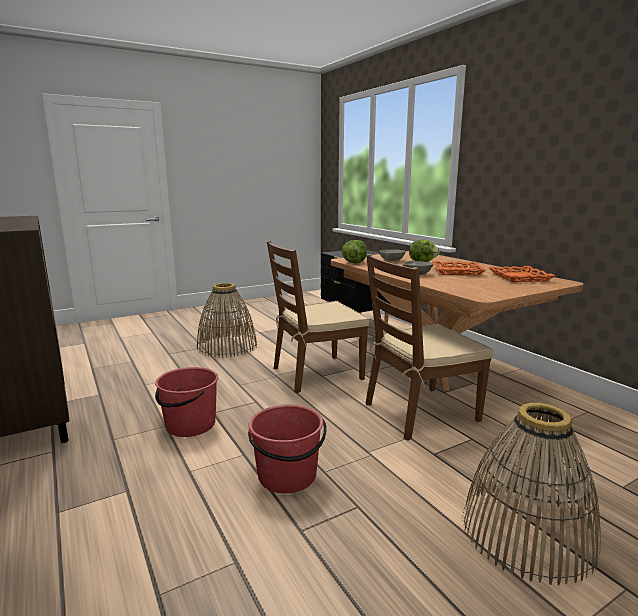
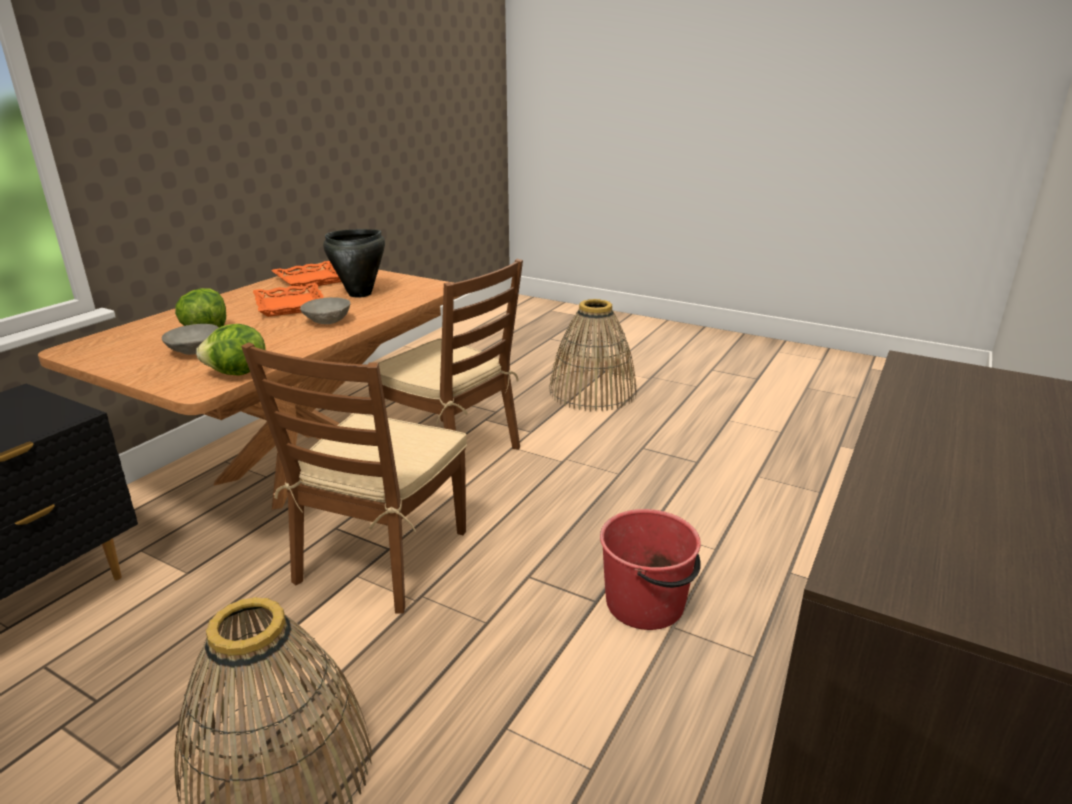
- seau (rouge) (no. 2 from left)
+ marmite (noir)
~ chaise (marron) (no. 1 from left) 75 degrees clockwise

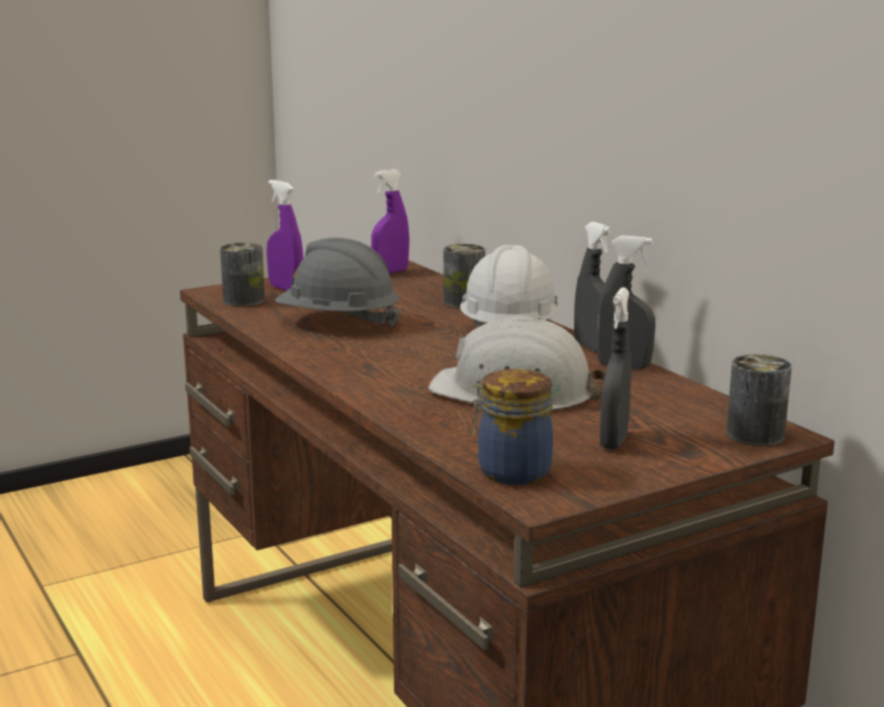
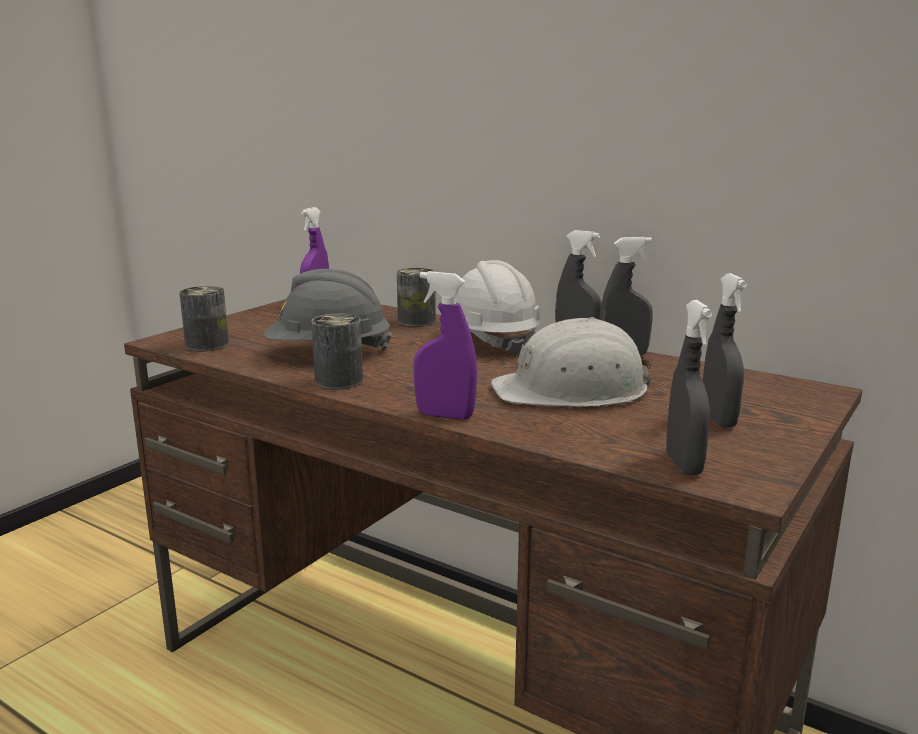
~ vaporisateur (violet) (no. 1 from left in the first image) to vaporisateur (violet) (no. 2 from left)
~ boîte métallique (no. 3 from left in the first image) to boîte métallique (no. 2 from left)
~ bocal to vaporisateur (gris) (no. 3 from left)

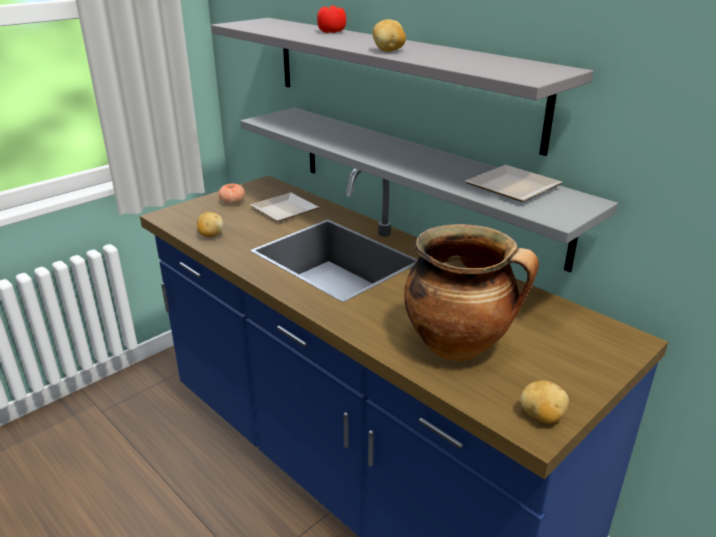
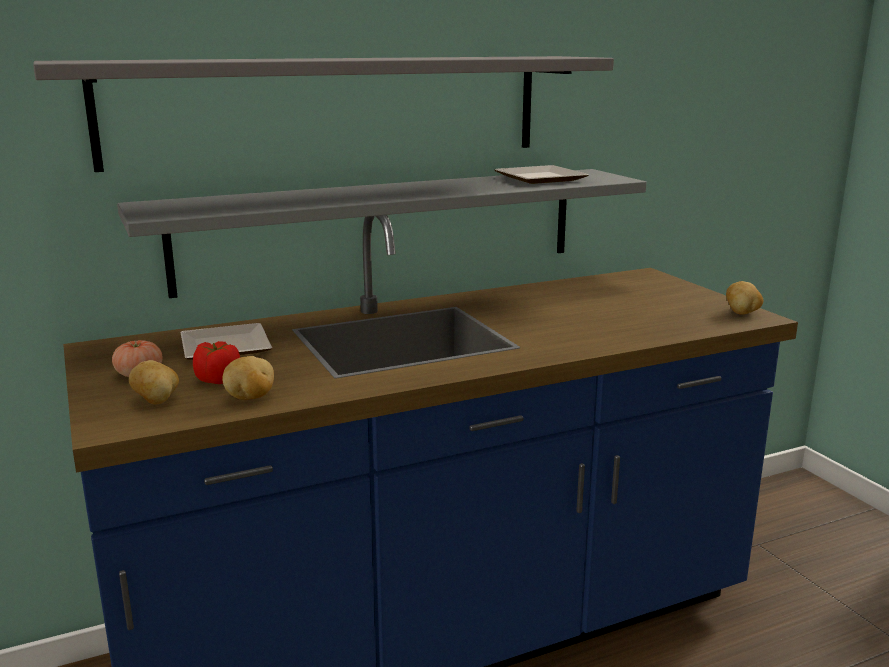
- marmite
~ tomate (no. 2 from left)
~ pomme de terre (no. 2 from left in the first image) to pomme de terre (no. 1 from left)

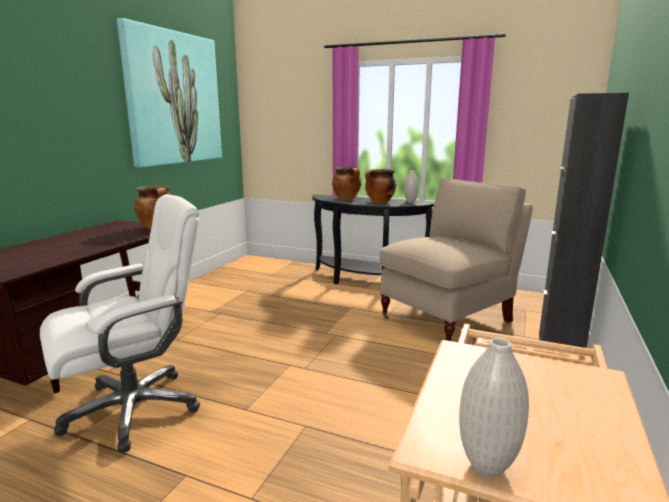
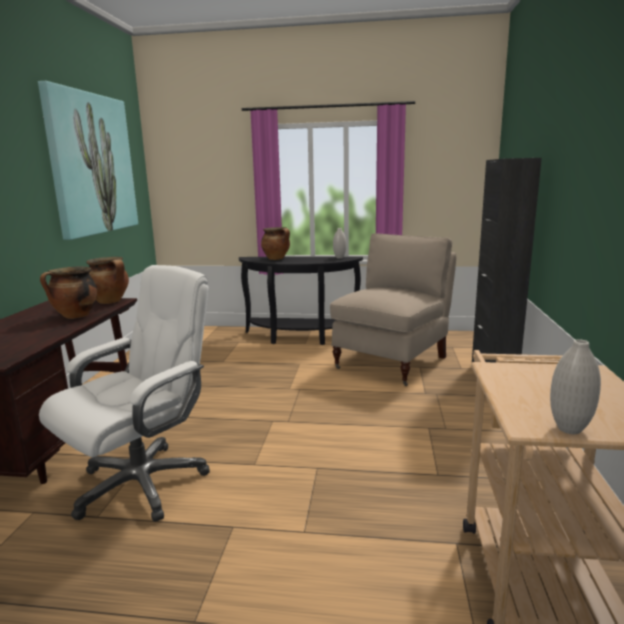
~ marmite (no. 3 from left in the first image) to marmite (no. 1 from left)

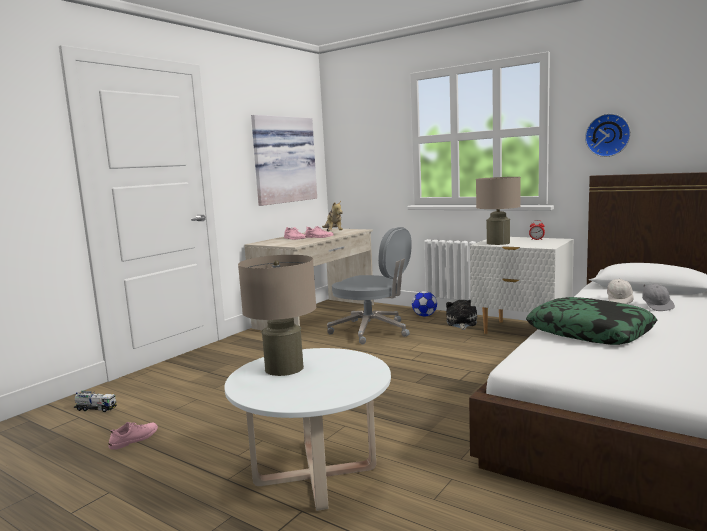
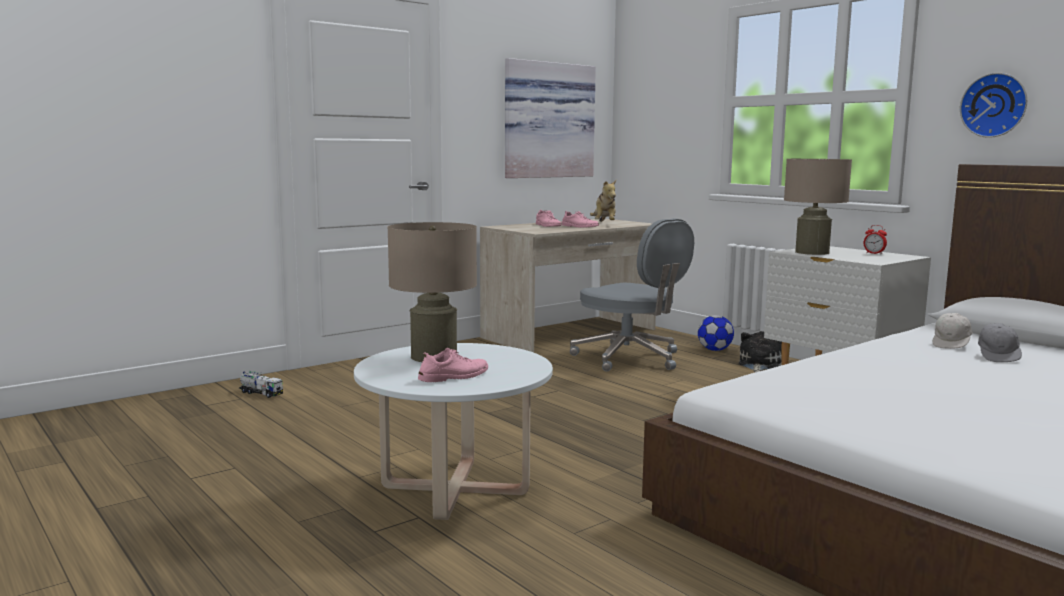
- coussin
~ chaussure (rose) (no. 1 from left)

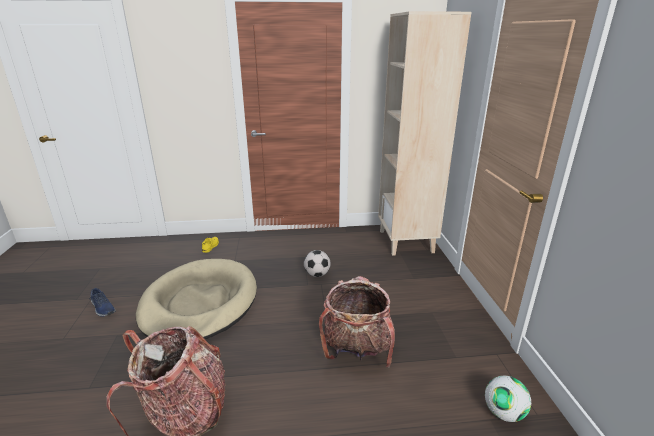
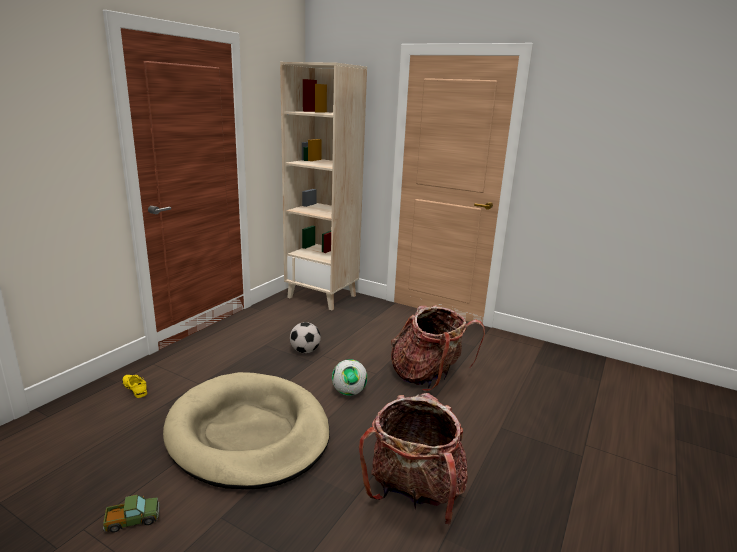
~ ballon de foot (no. 2 from left)
~ chaussure (bleu) to camion jouet

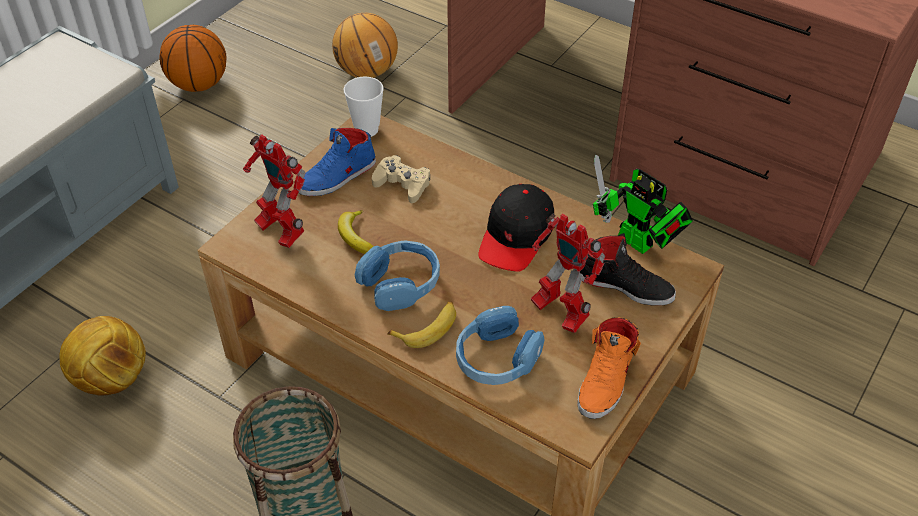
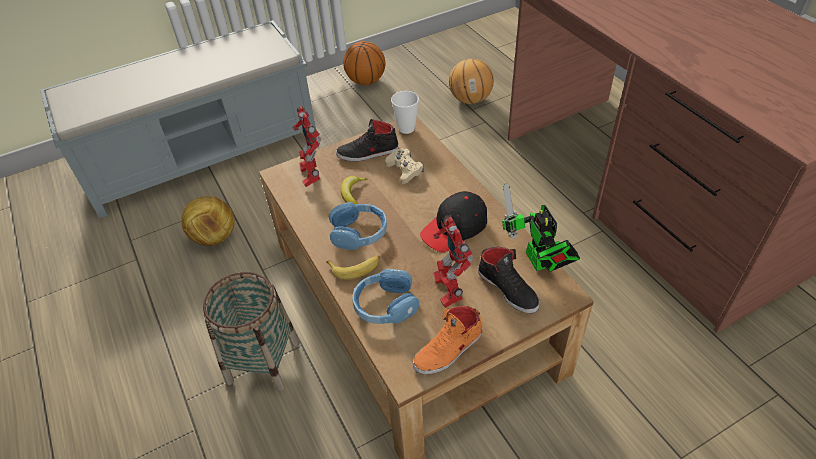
~ chaussure (bleu) to chaussure (noir) (no. 1 from left)

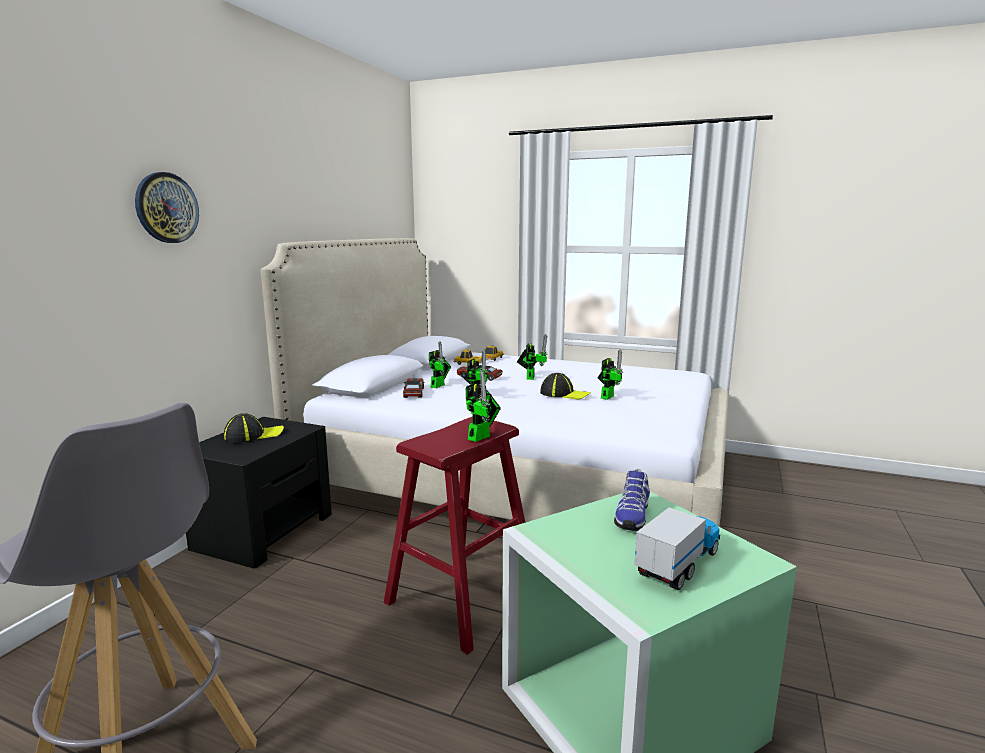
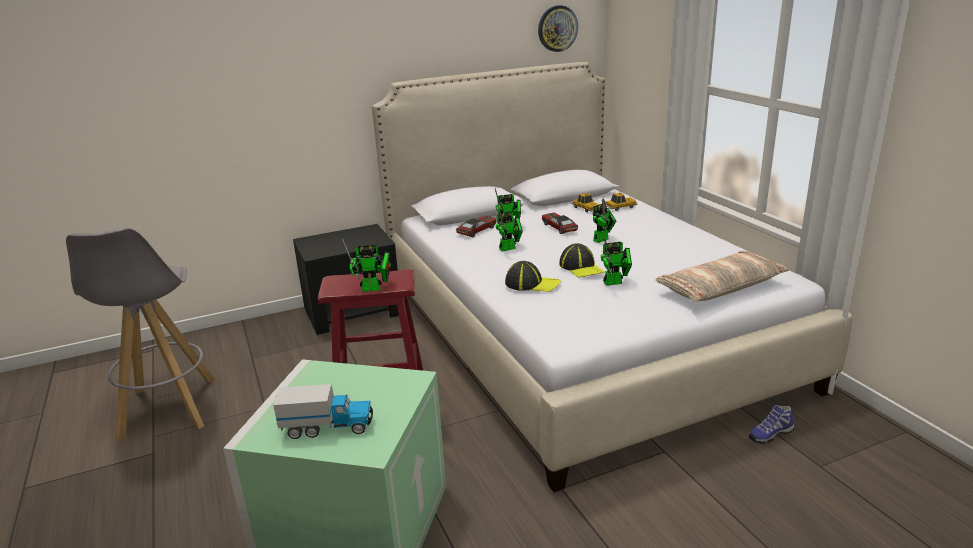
+ coussin
~ horloge murale
~ casquette (no. 1 from left)
~ chaussure

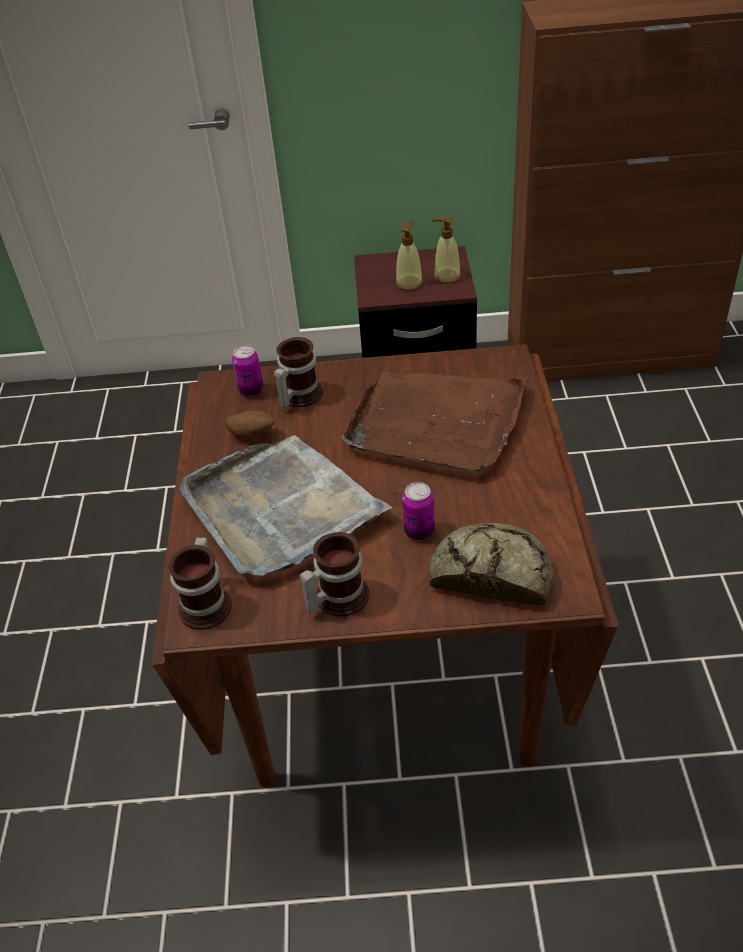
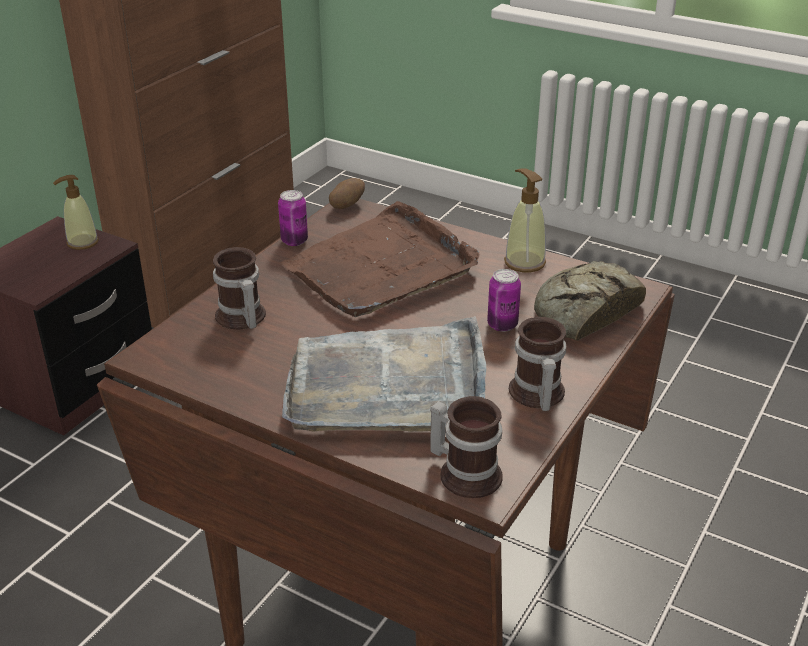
~ pomme de terre
~ boîte métallique (no. 1 from left)
~ distributeur de savon (no. 1 from left in the first image) to distributeur de savon (no. 2 from left)

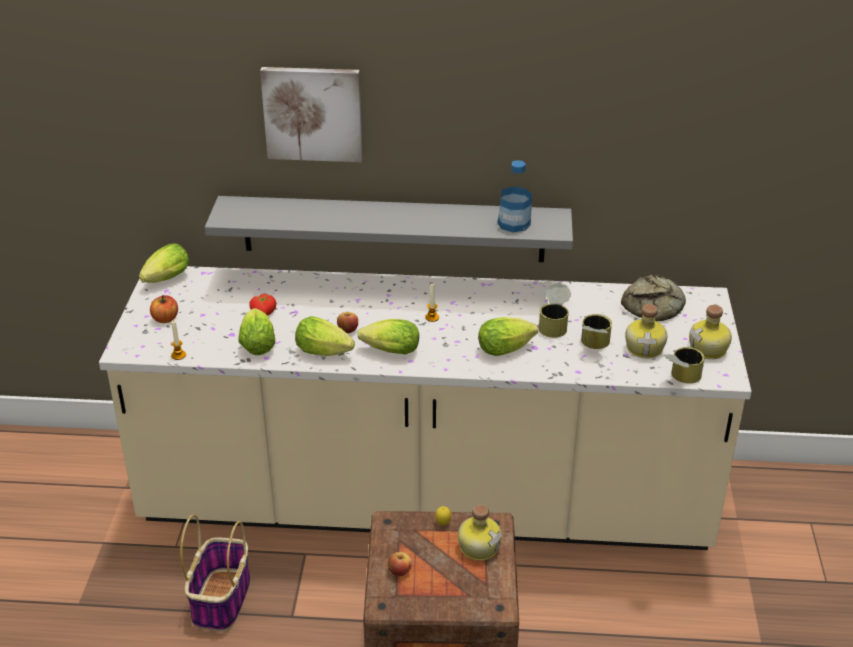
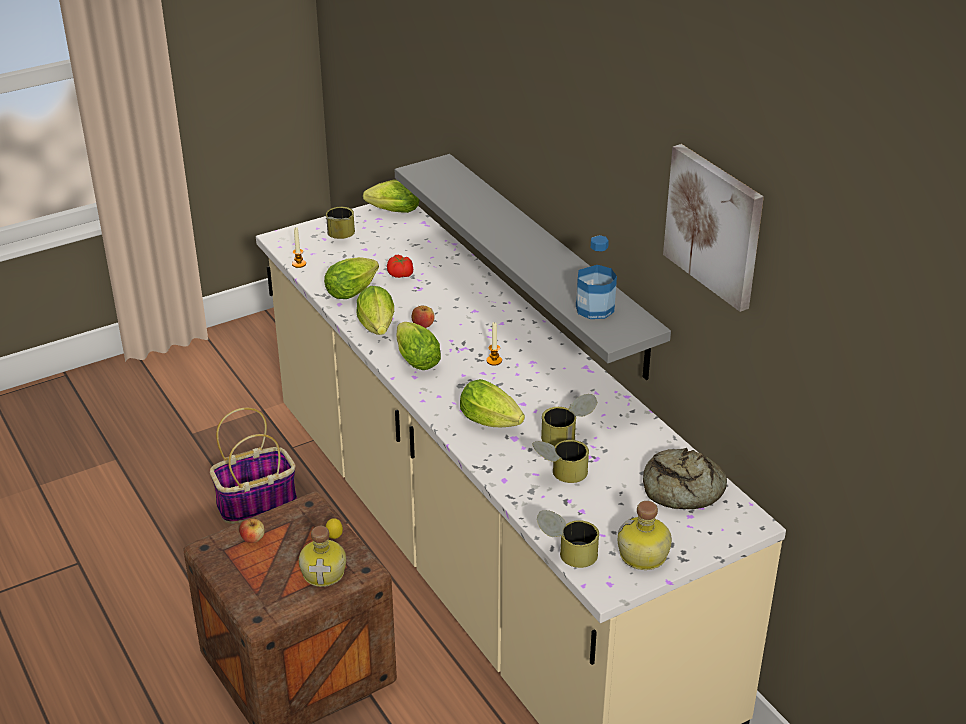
- bouteille (no. 3 from left)
~ tableau
~ pomme (no. 1 from left) to boîte métallique (no. 1 from left)

